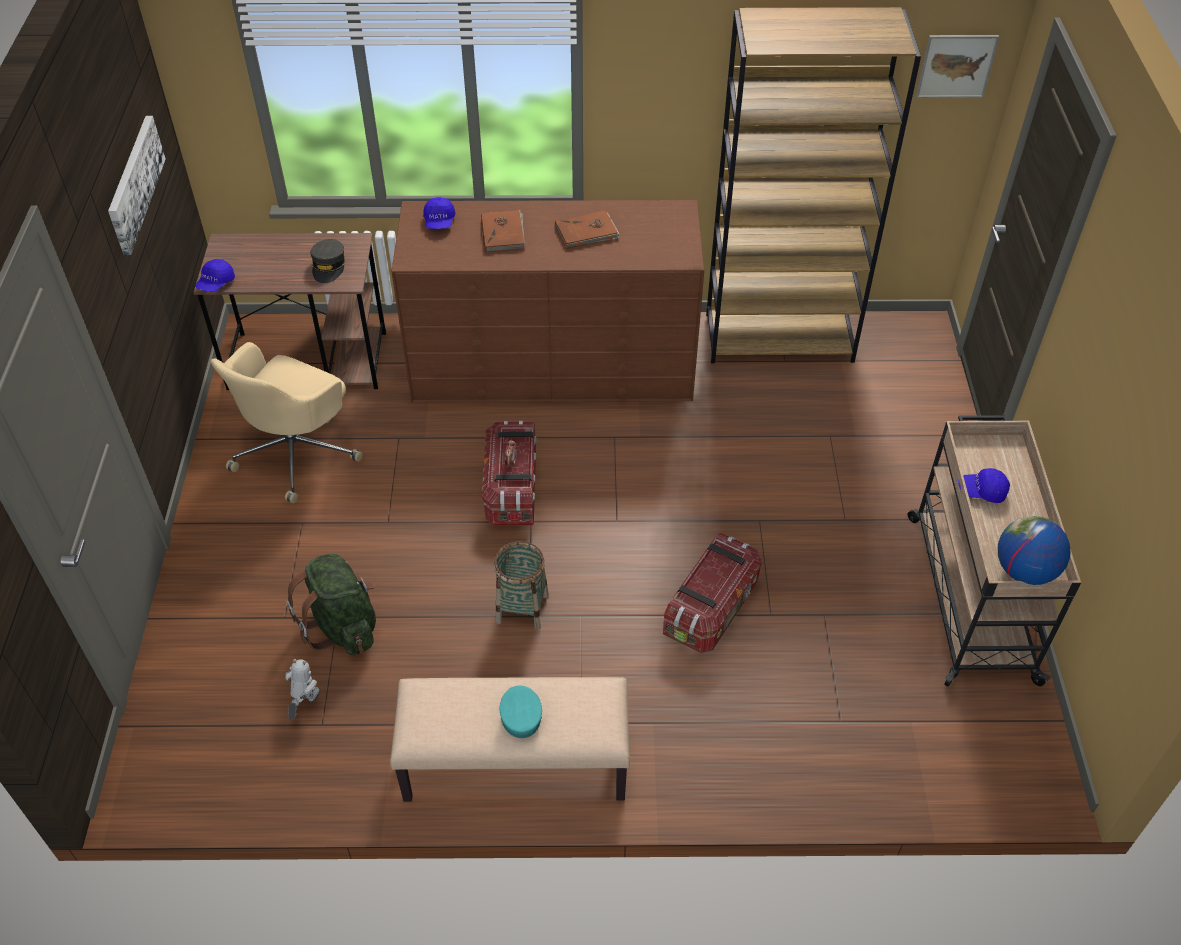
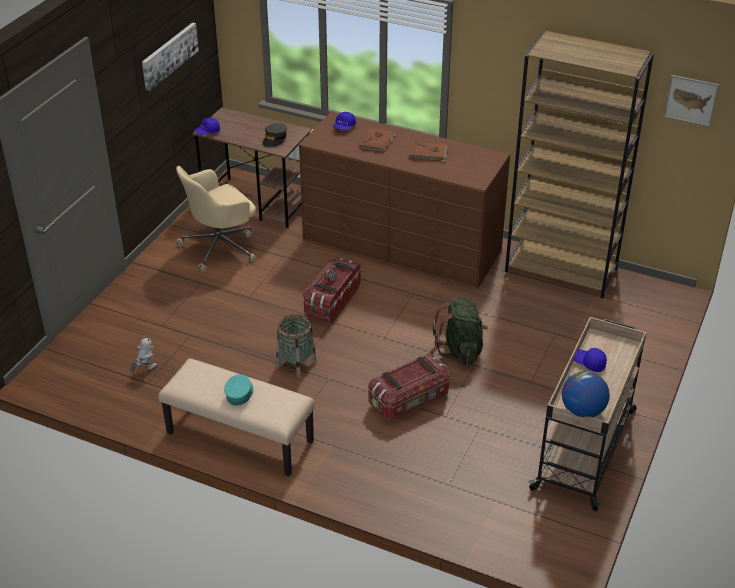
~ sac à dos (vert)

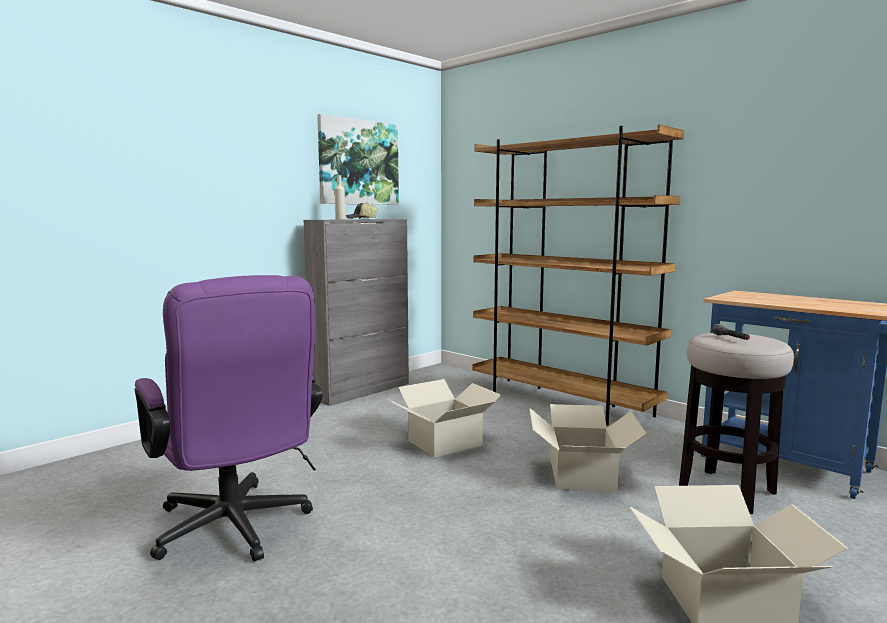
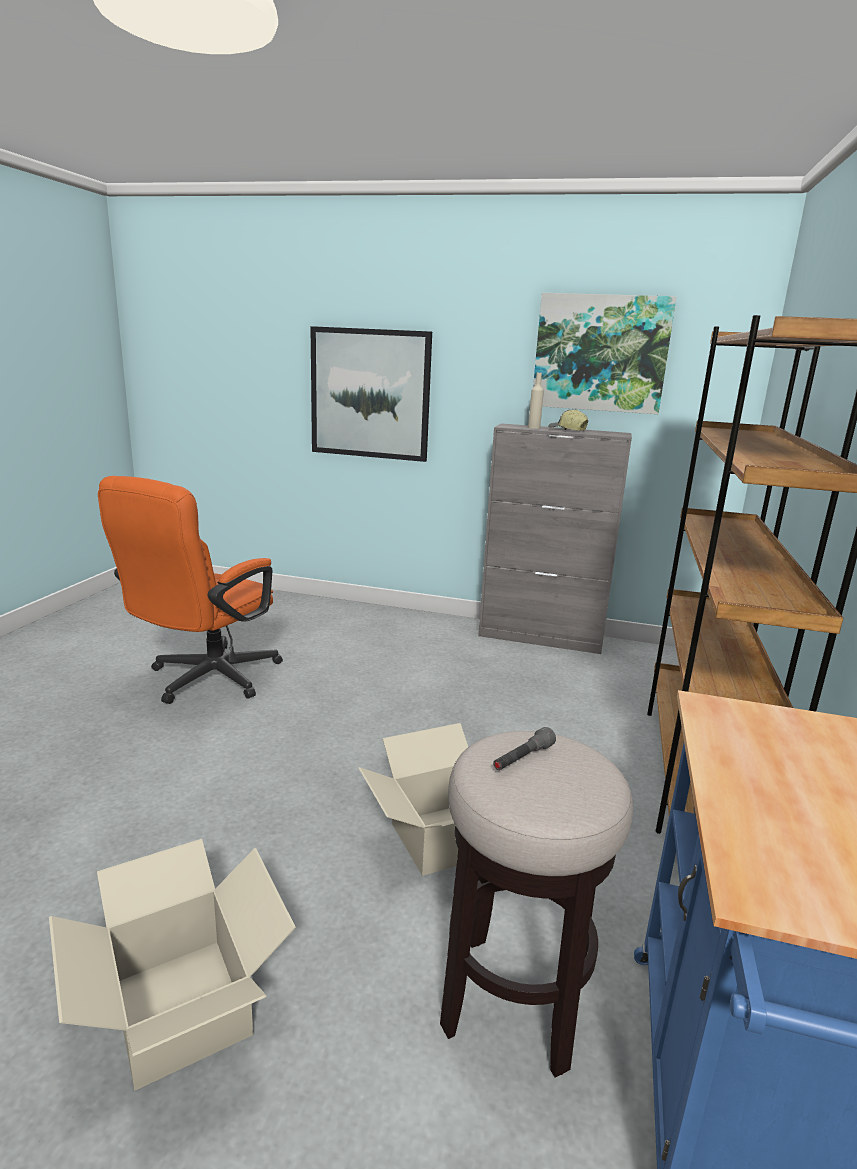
- carton (no. 1 from left)
+ tableau (no. 1 from left)
~ chaise de bureau (violet) to chaise de bureau (orange)

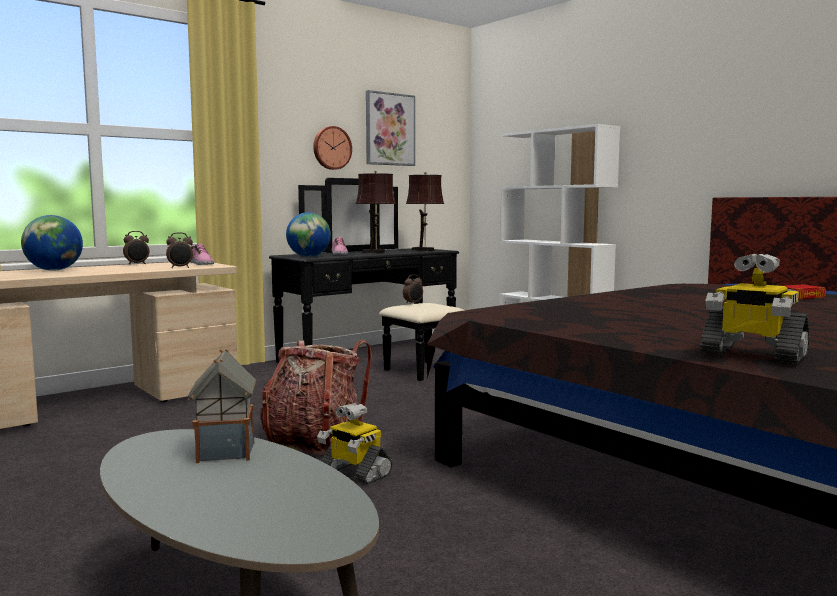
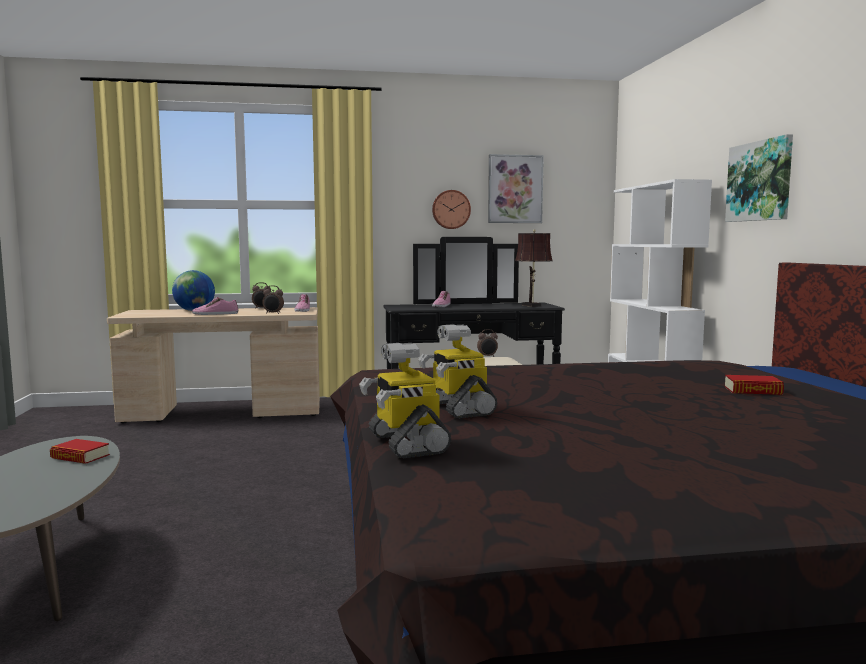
- sac à dos
- globe (no. 2 from left)
- lampe de table (marron) (no. 1 from left)
+ chaussure (no. 1 from left)
+ tableau (no. 2 from left)
~ robot jouet (no. 1 from left in the first image) to robot jouet (no. 2 from left)
~ maison miniature to livre (no. 1 from left)

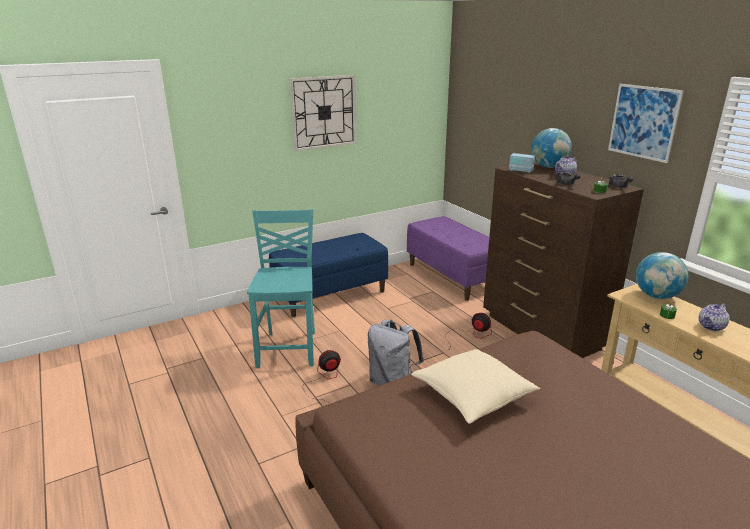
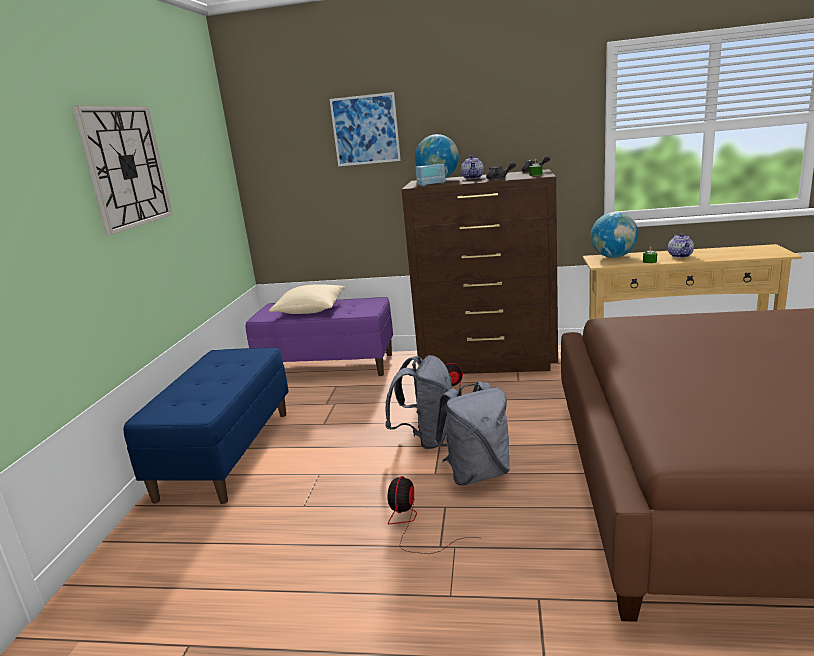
- chaise (turquoise)
+ sac à dos (gris) (no. 1 from left)
~ coussin (beige)
~ tableau

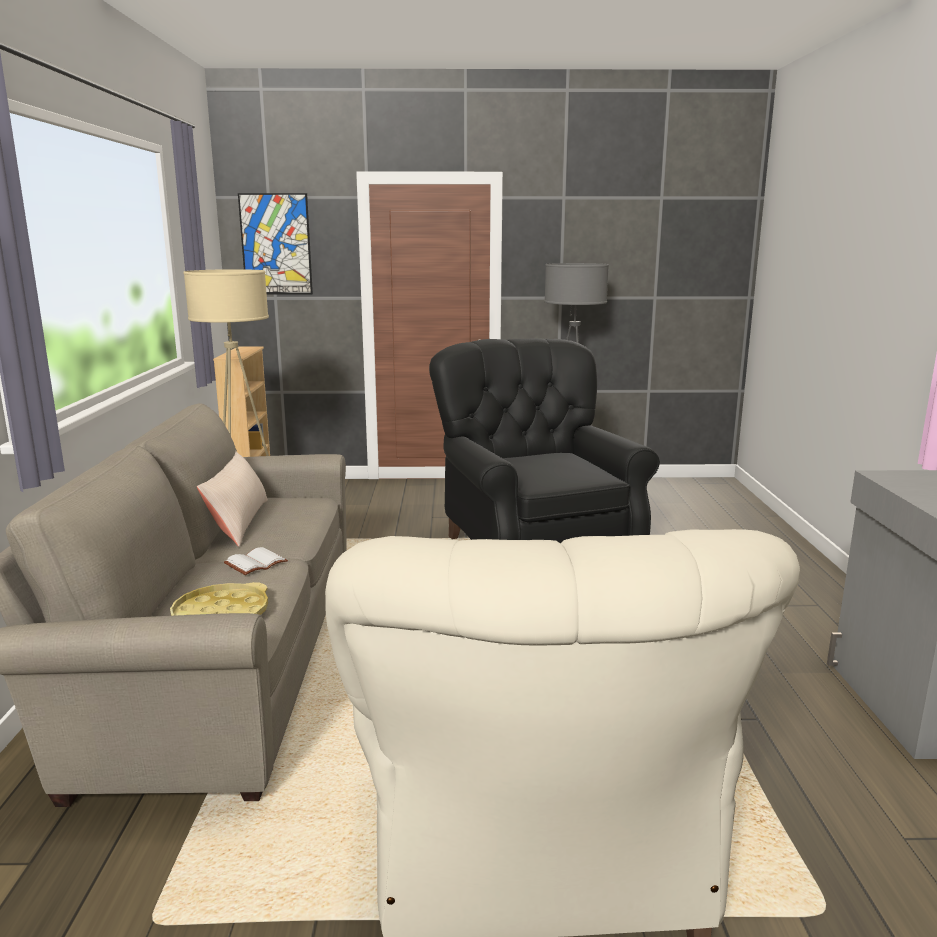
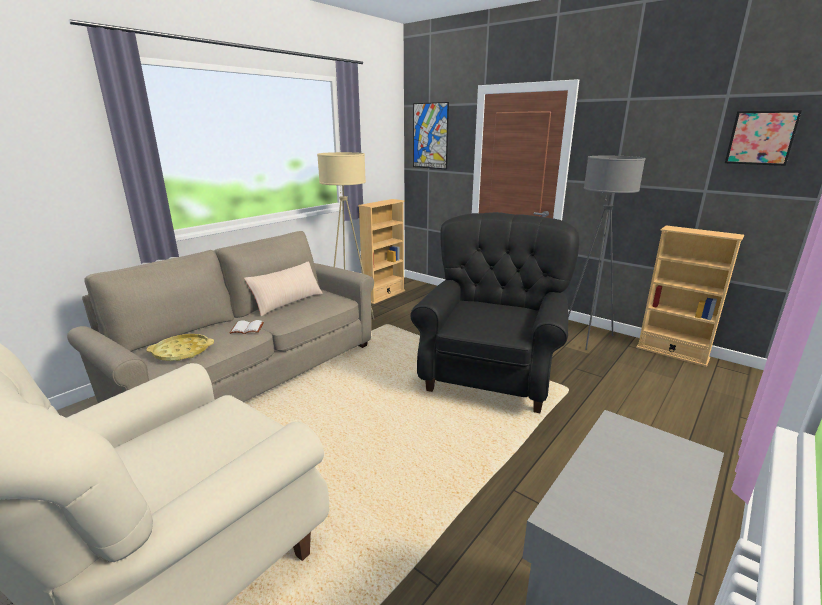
+ bibliothèque (beige) (no. 2 from left)
+ tableau (no. 2 from left)

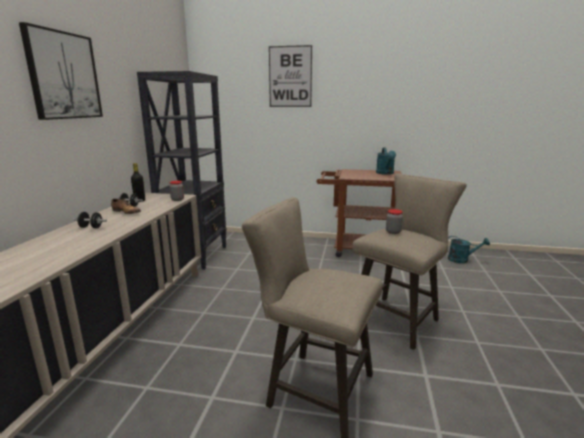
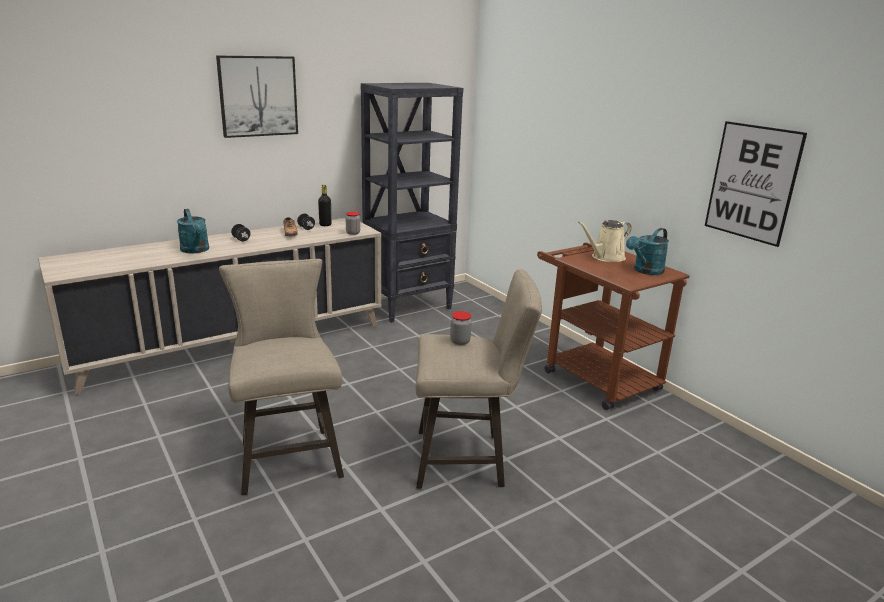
+ arrosoir (beige)
~ tableau (no. 2 from left)
~ arrosoir (turquoise) (no. 2 from left in the first image) to arrosoir (turquoise) (no. 1 from left)

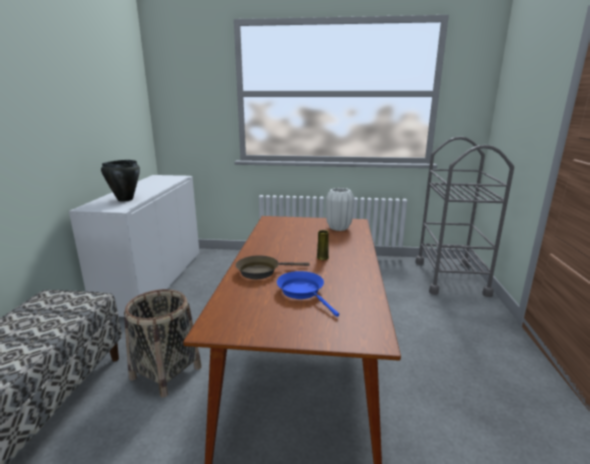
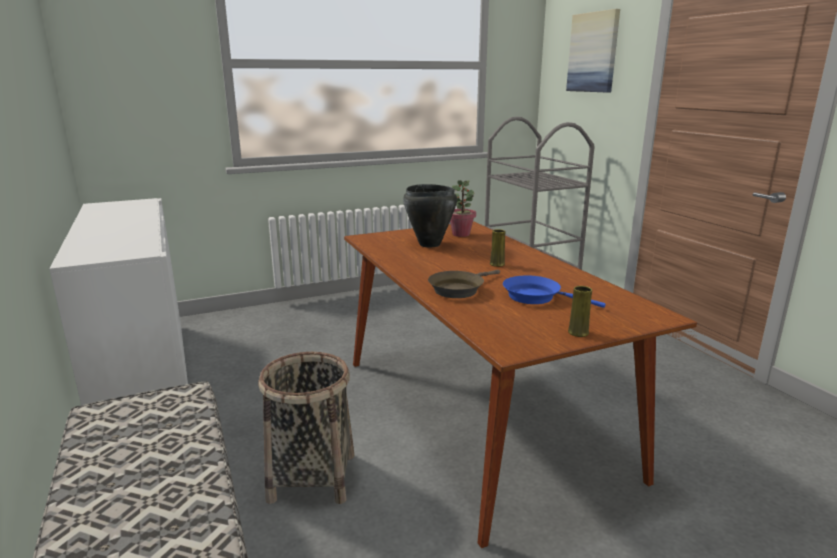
+ tableau
+ vase (jaune) (no. 2 from left)
~ marmite (noir)
~ vase (blanc) to plante en pot

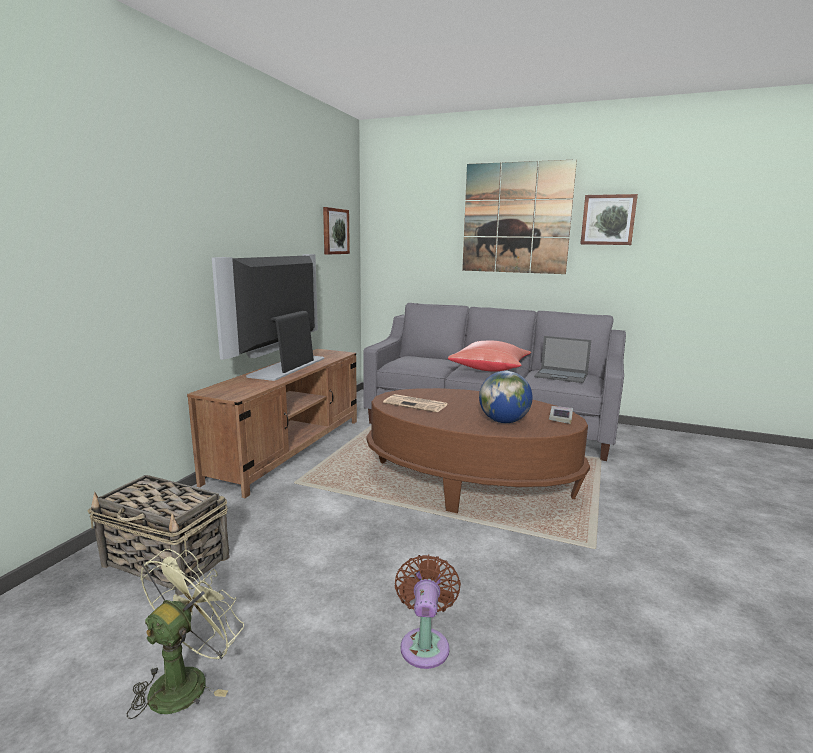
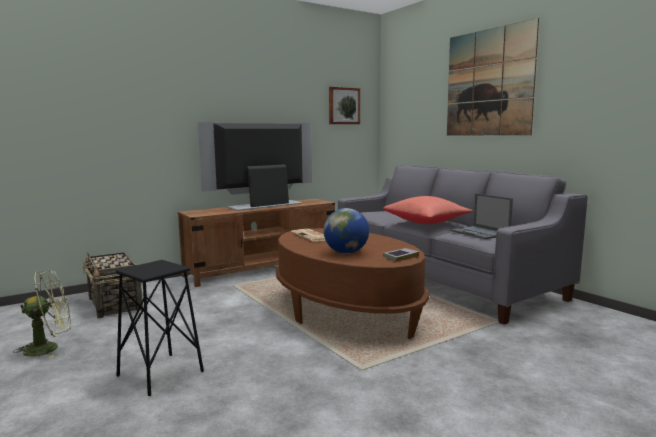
- tableau (no. 3 from left)
~ ventilateur (marron) to tabouret (noir)

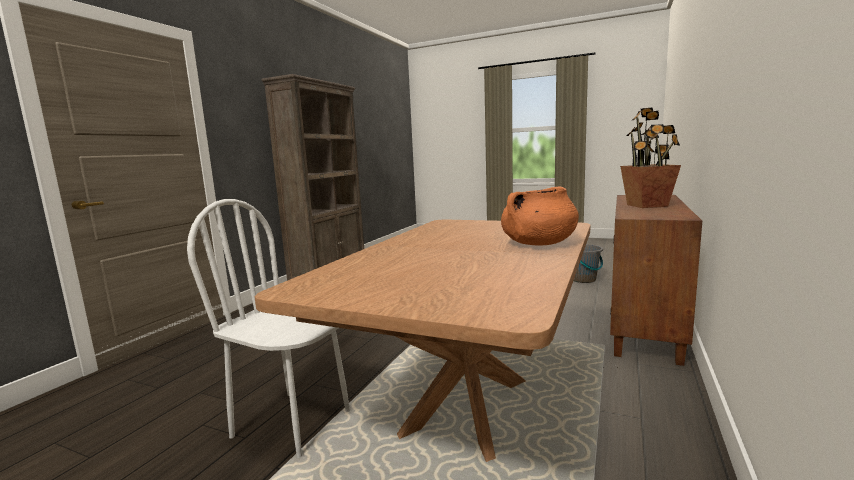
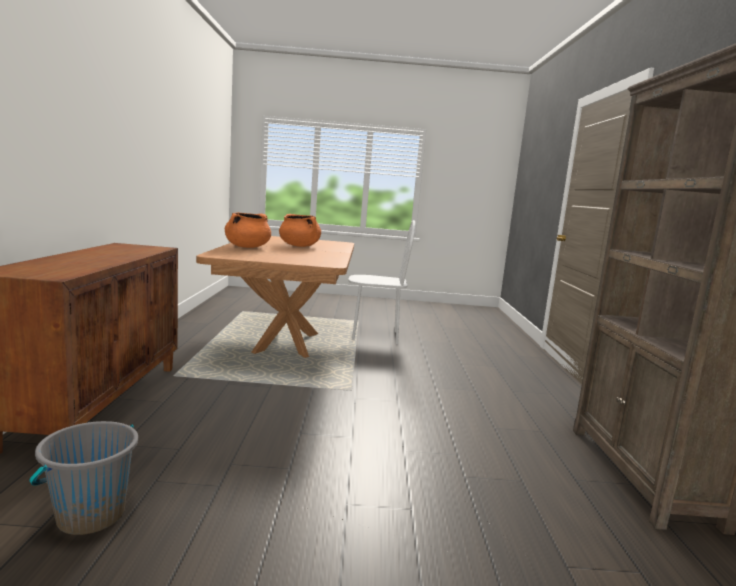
- plante en pot
+ marmite (orange) (no. 2 from left)

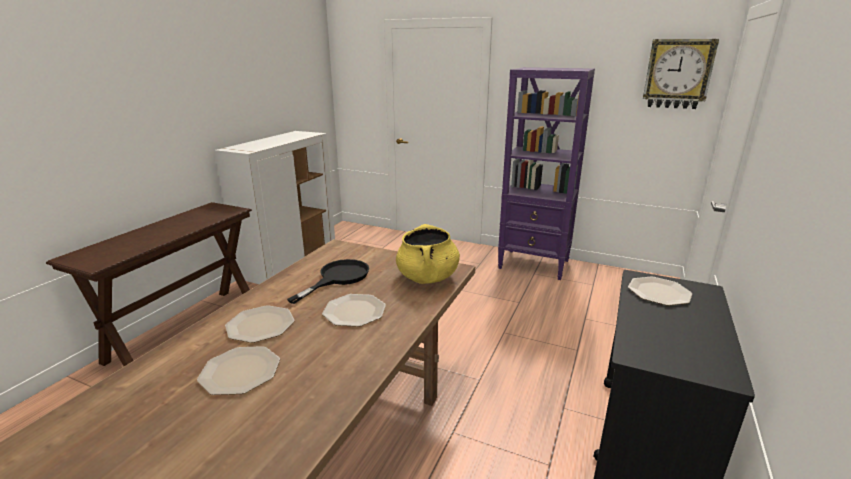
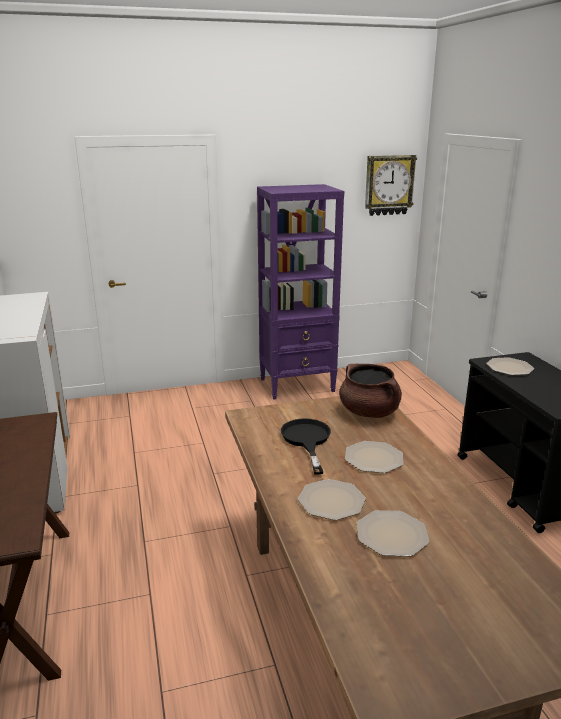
~ marmite (jaune) to marmite (marron)

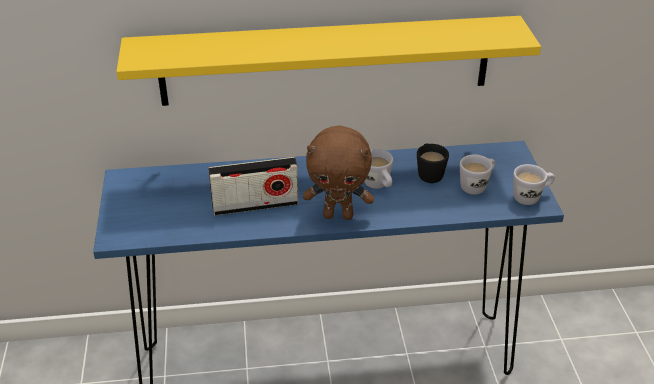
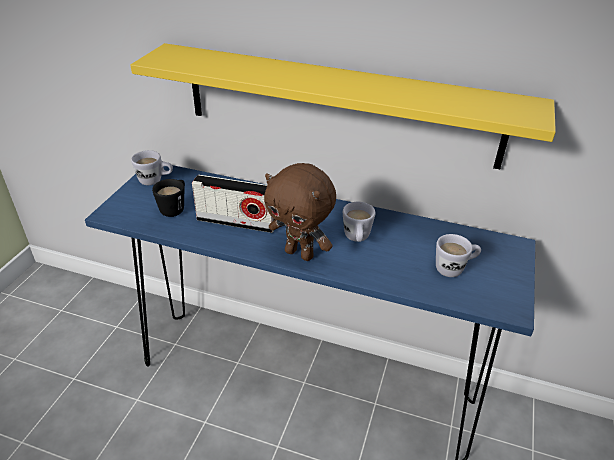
~ mug (noir)
~ mug (blanc) (no. 3 from left in the first image) to mug (blanc) (no. 1 from left)

